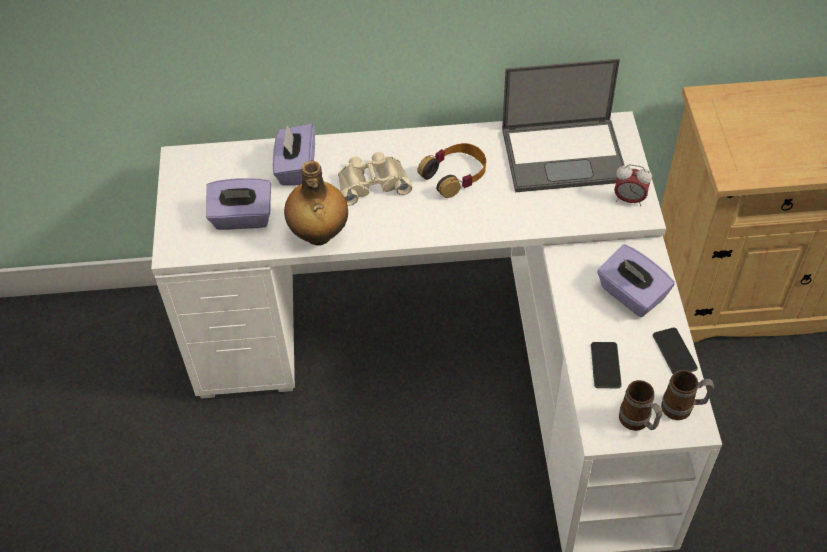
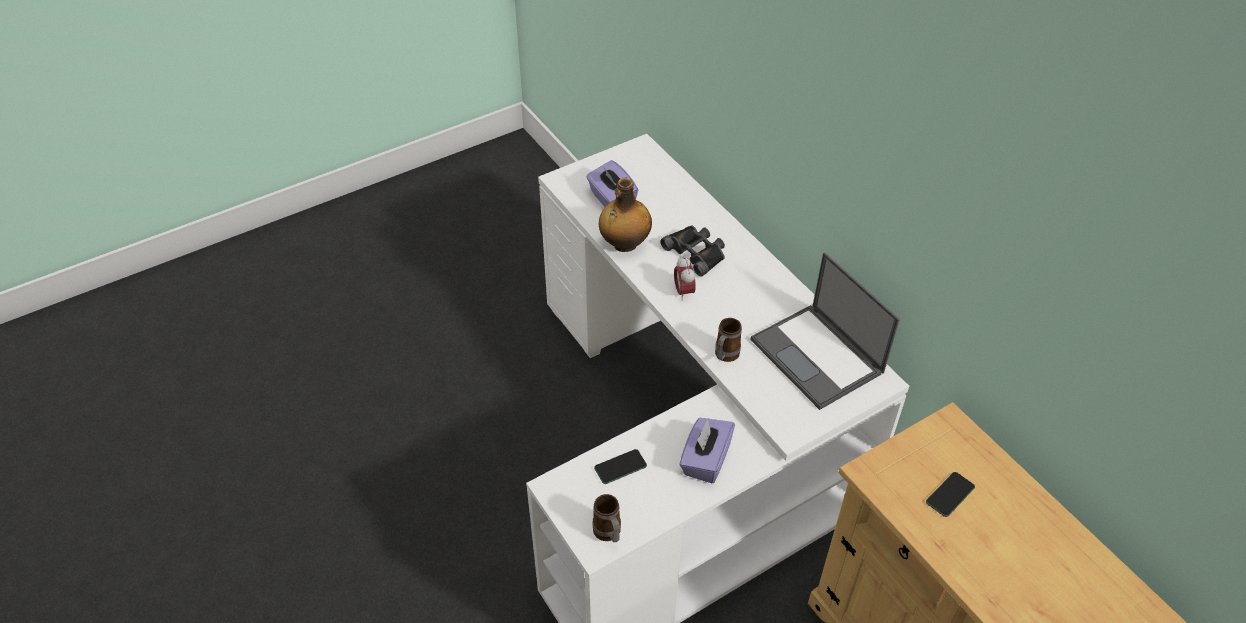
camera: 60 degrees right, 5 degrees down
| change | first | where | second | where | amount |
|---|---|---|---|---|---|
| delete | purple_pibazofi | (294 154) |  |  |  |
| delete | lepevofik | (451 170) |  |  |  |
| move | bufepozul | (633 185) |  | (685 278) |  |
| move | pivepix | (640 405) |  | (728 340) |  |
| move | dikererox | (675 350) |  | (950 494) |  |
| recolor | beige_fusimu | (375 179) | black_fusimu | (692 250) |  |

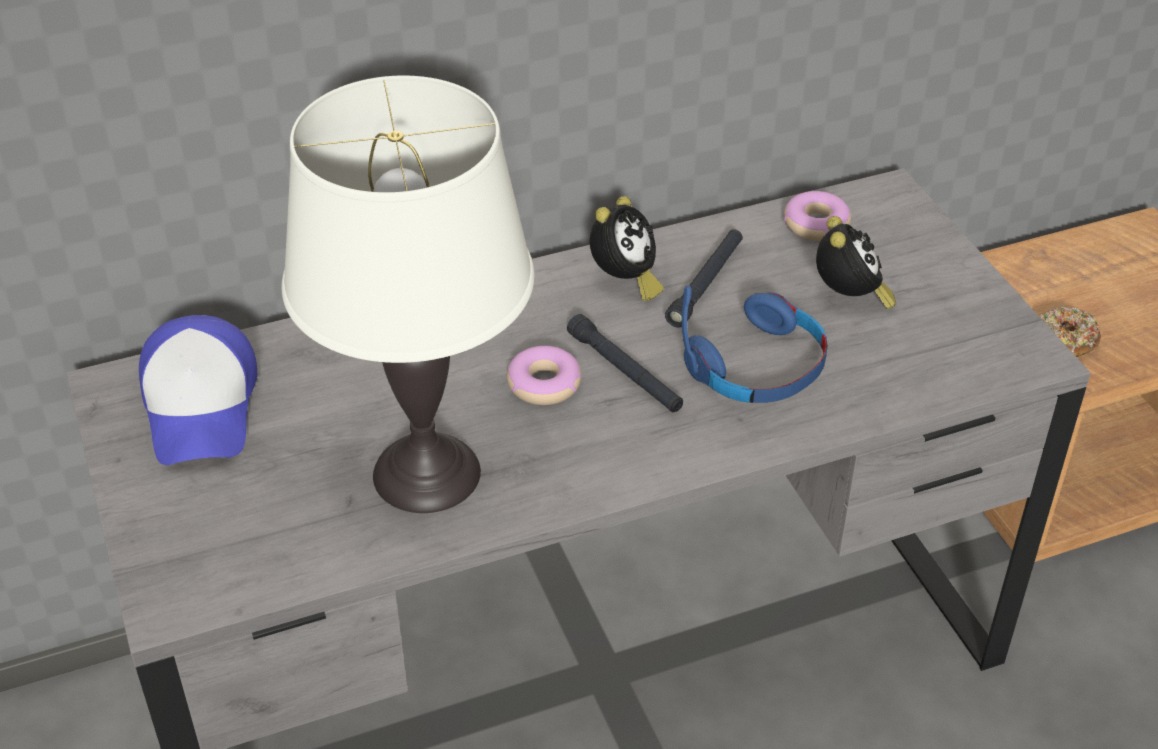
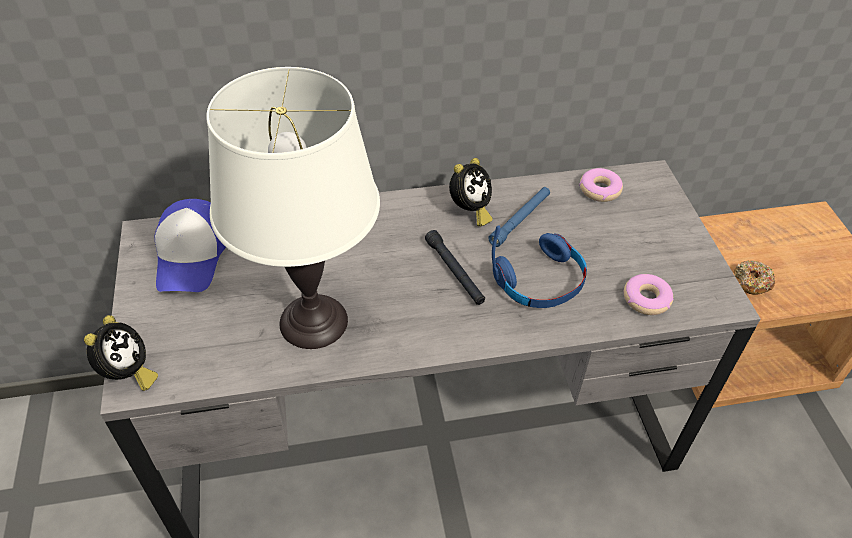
camera: 10 degrees right, 5 degrees up
| change | first | where | second | where | amount |
|---|---|---|---|---|---|
| move | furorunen | (544 375) |  | (648 294) |  |
| move | bufepozul | (856 262) |  | (121 353) |  |
| recolor | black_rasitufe | (704 278) | blue_rasitufe | (519 217) |  |

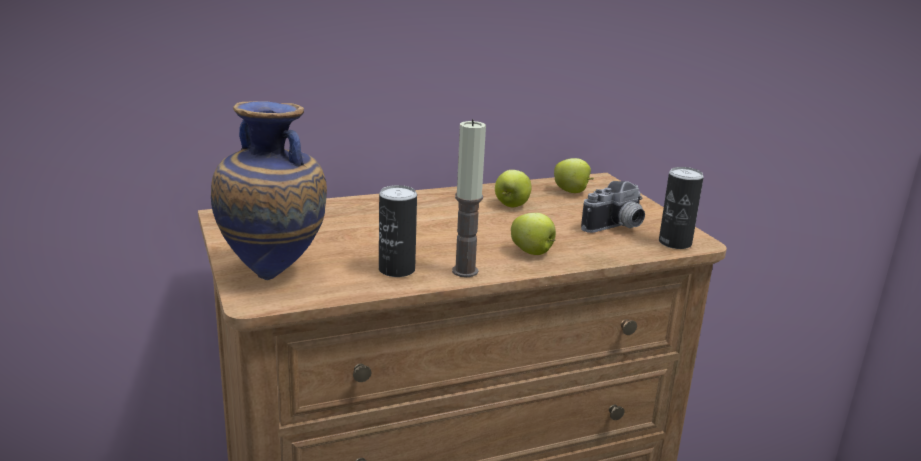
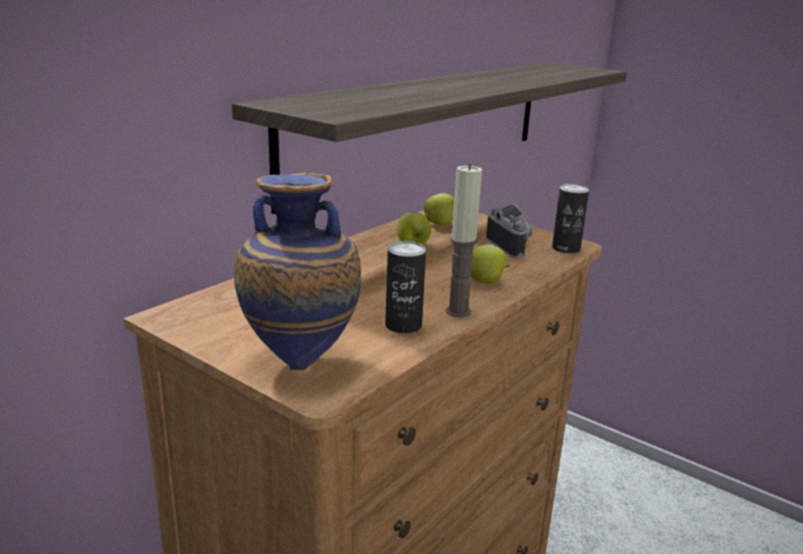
camera: 30 degrees left, 0 degrees up
| change | first | where | second | where | amount |
|---|---|---|---|---|---|
| insert |  |  | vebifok | (429 138) |  |
| rotate | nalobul | (613 207) |  | (509 231) | 45 degrees counterclockwise |

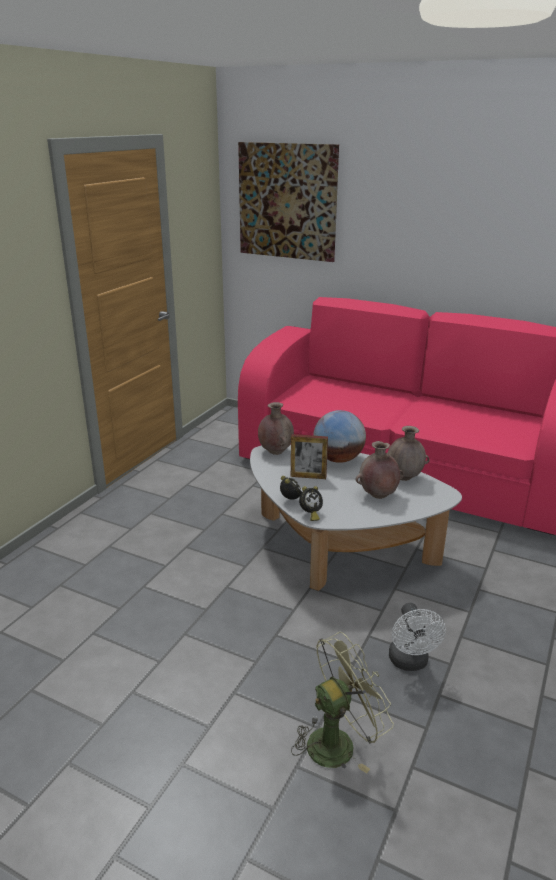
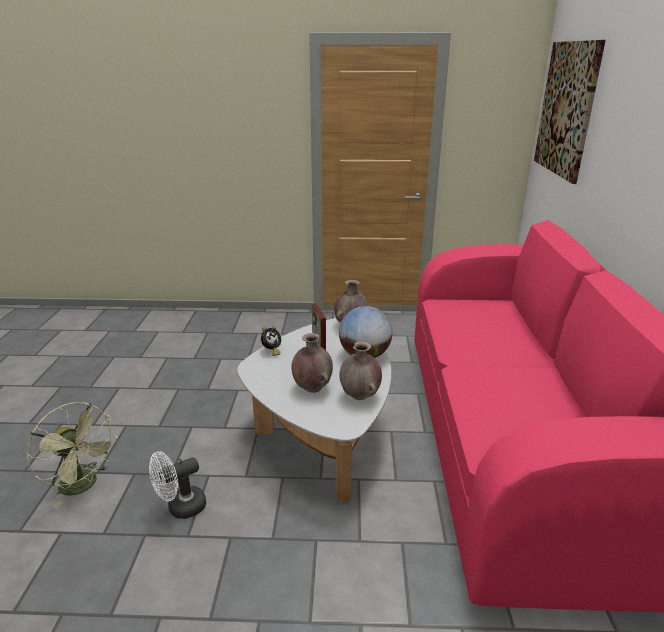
camera: 65 degrees right, 0 degrees up
| change | first | where | second | where | amount |
|---|---|---|---|---|---|
| delete | bufepozul | (311 503) |  |  |  |

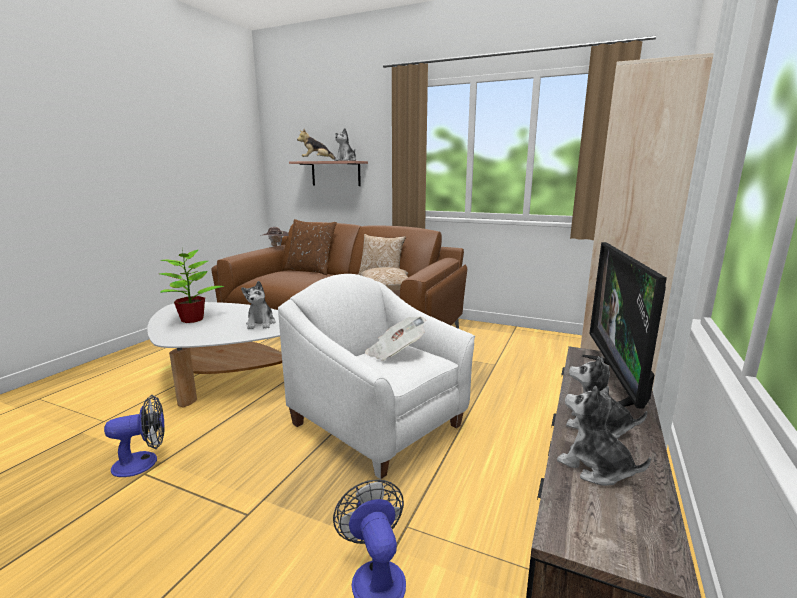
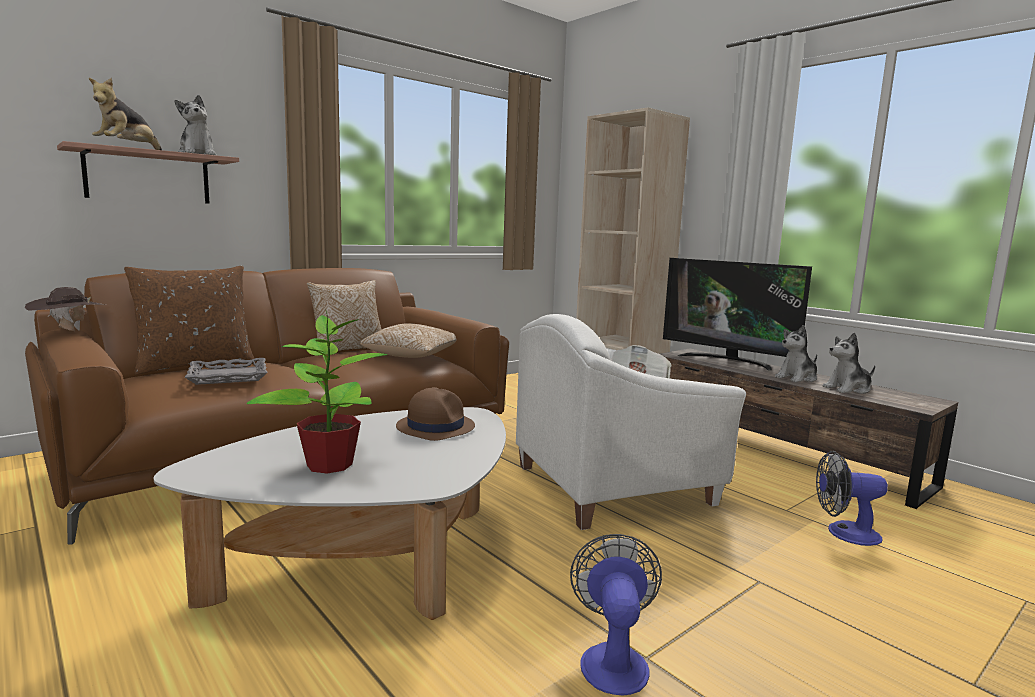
camera: 65 degrees left, 5 degrees down
| change | first | where | second | where | amount |
|---|---|---|---|---|---|
| insert |  |  | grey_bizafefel | (226 371) |  |
| replace | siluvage | (258 305) | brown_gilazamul | (435 414) |  |

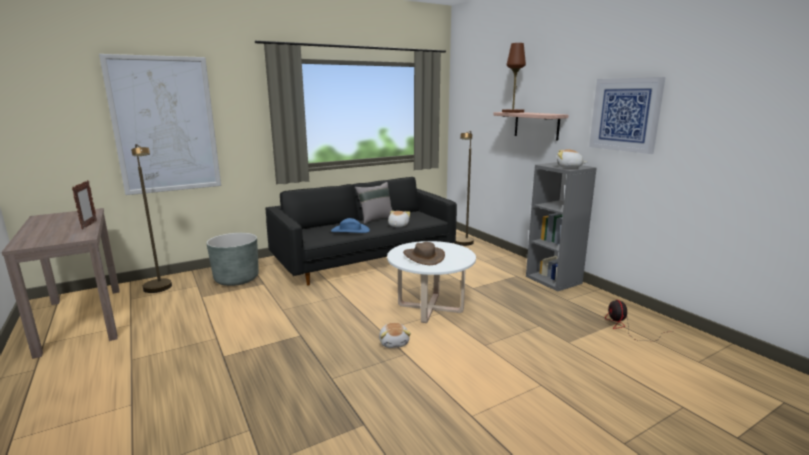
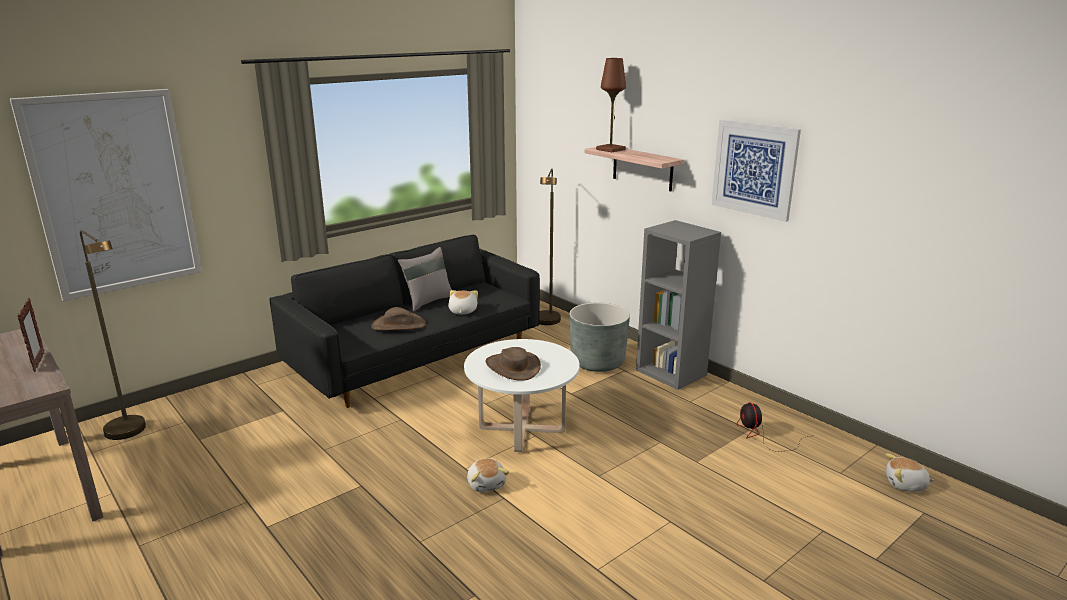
camera: 10 degrees left, 5 degrees up
| change | first | where | second | where | amount |
|---|---|---|---|---|---|
| move | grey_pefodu | (232 259) |  | (599 337) |  |
| move | siluvage | (572 158) |  | (910 473) |  |
| recolor | blue_gilazamul | (350 225) | brown_gilazamul | (398 318) |  |

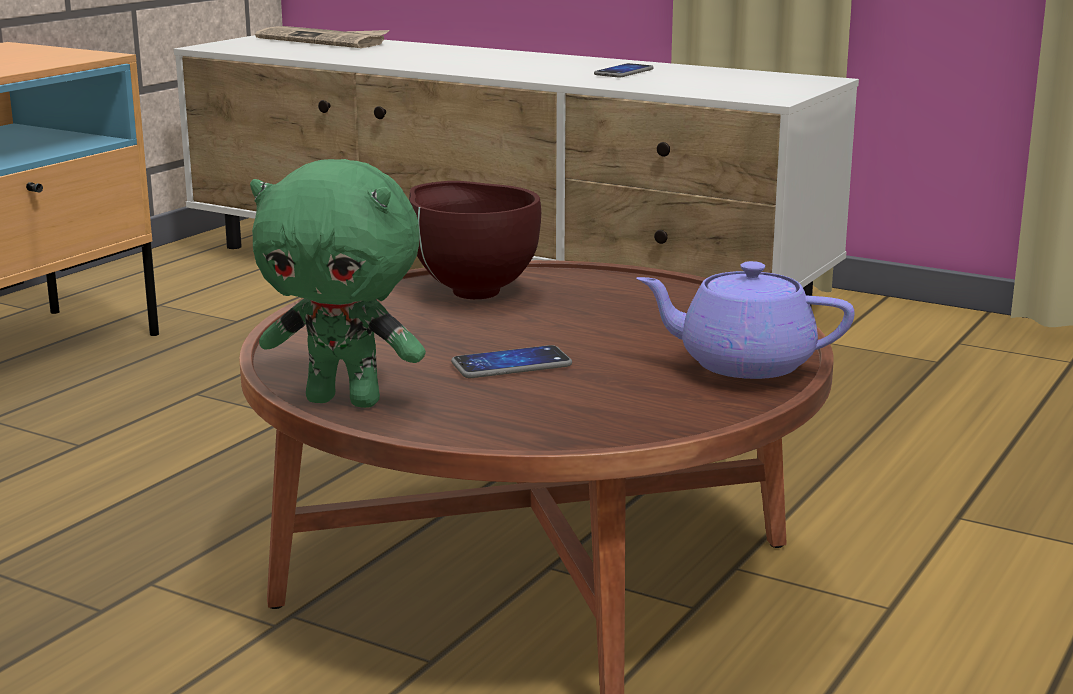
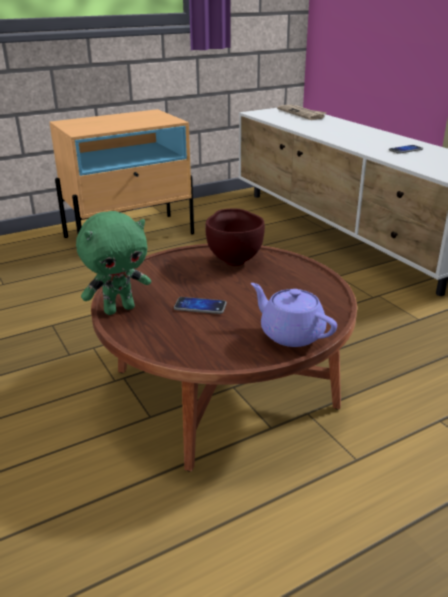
camera: 30 degrees right, 10 degrees up
| change | first | where | second | where | amount |
|---|---|---|---|---|---|
| rotate | green_siluvage | (338 283) |  | (113 263) | 75 degrees counterclockwise |

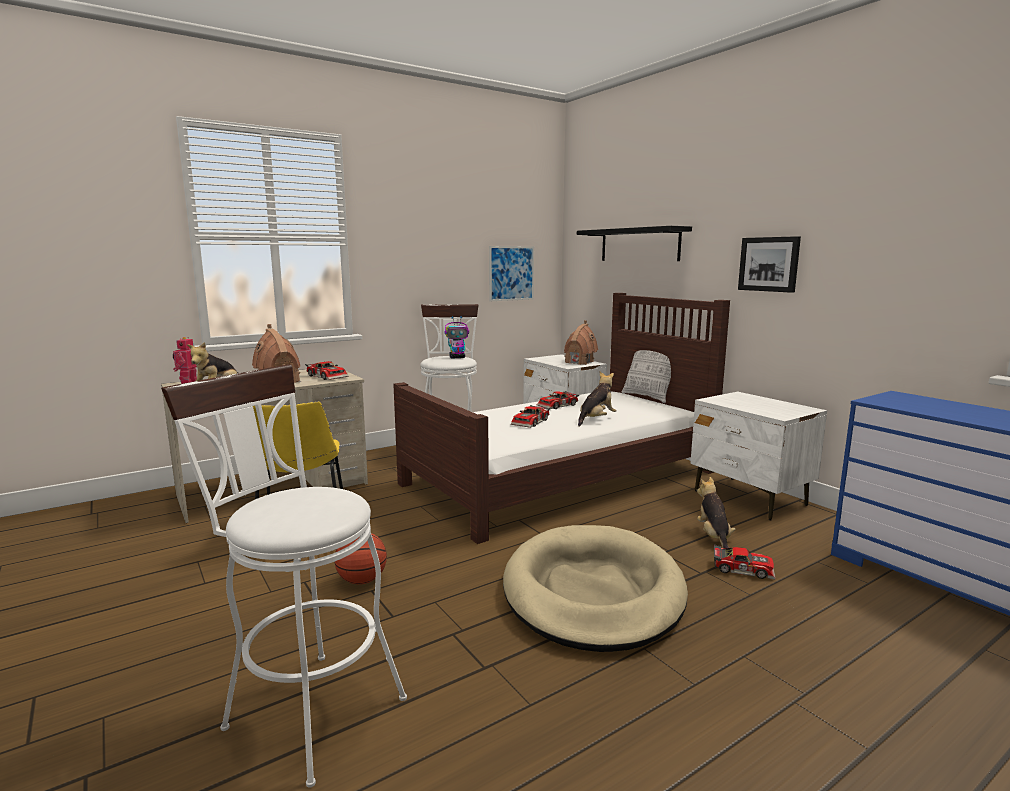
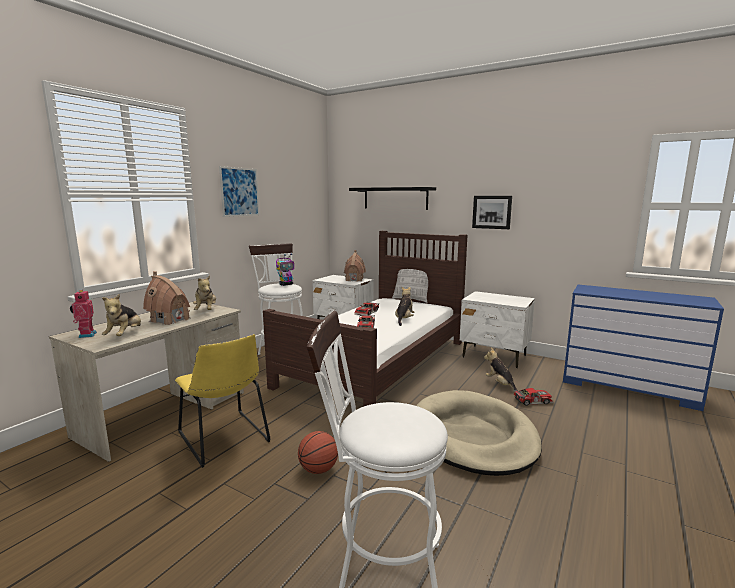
camera: 25 degrees left, 0 degrees up
| change | first | where | second | where | amount |
|---|---|---|---|---|---|
| move | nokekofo | (511 273) |  | (239 191) |  |
| replace | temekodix | (326 370) | siluvage | (204 293) |  |

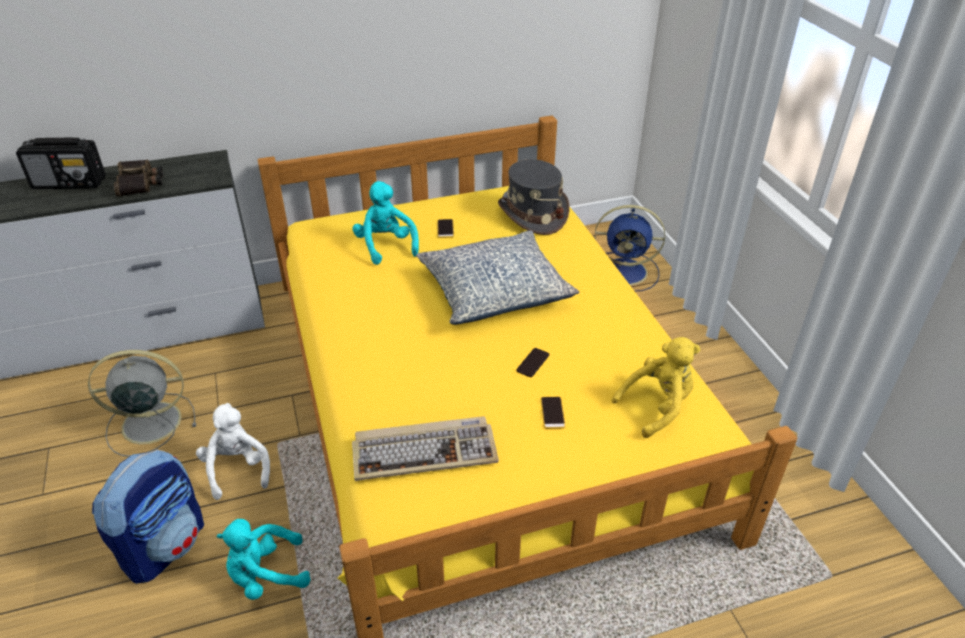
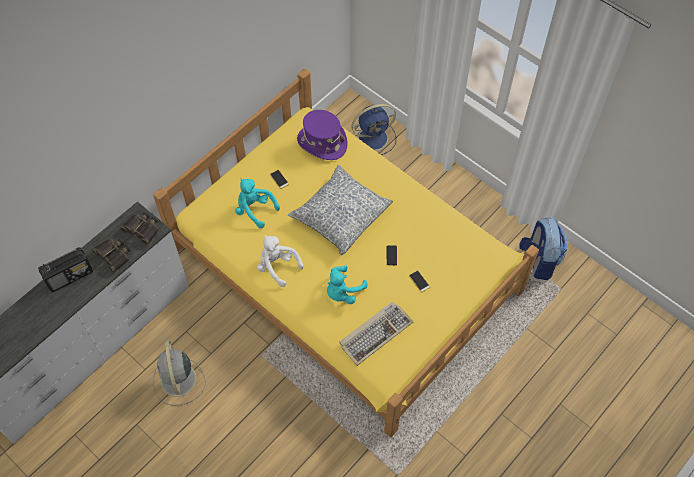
camera: 30 degrees left, 20 degrees up
| change | first | where | second | where | amount |
|---|---|---|---|---|---|
| delete | yellow_siluvage | (655 387) |  |  |  |
| insert |  |  | fusimu | (139 228) |  |
| move | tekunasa | (148 517) |  | (543 248) |  |
| move | white_siluvage | (233 451) |  | (280 261) |  |
| move | turquoise_siluvage | (263 559) |  | (347 285) |  |
| recolor | grey_gilazamul | (534 197) | purple_gilazamul | (322 135) |  |
| rotate | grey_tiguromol | (142 403) |  | (179 373) | 60 degrees counterclockwise |

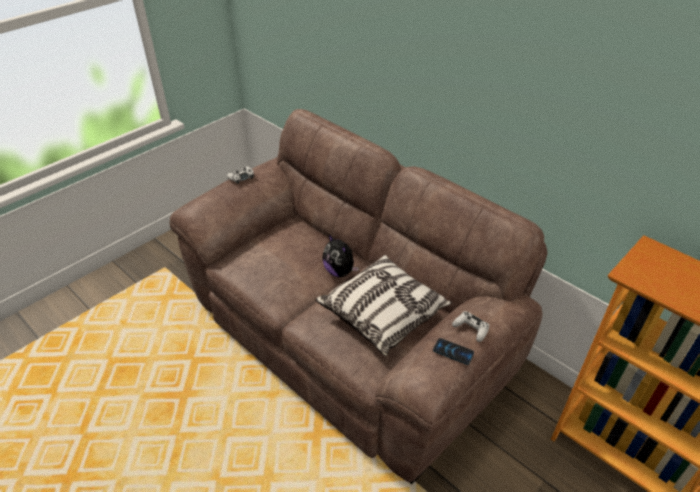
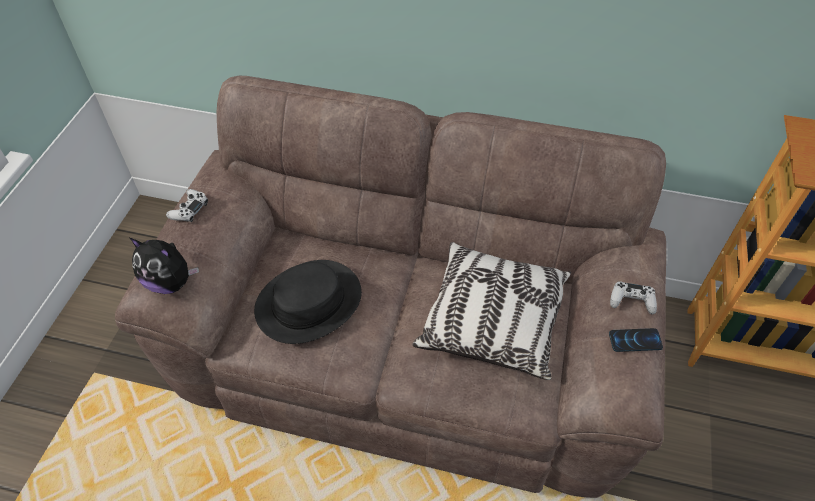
camera: 30 degrees left, 10 degrees up
| change | first | where | second | where | amount |
|---|---|---|---|---|---|
| insert |  |  | black_gilazamul | (308 302) |  |
| move | siluvage | (340 255) |  | (164 266) |  |

